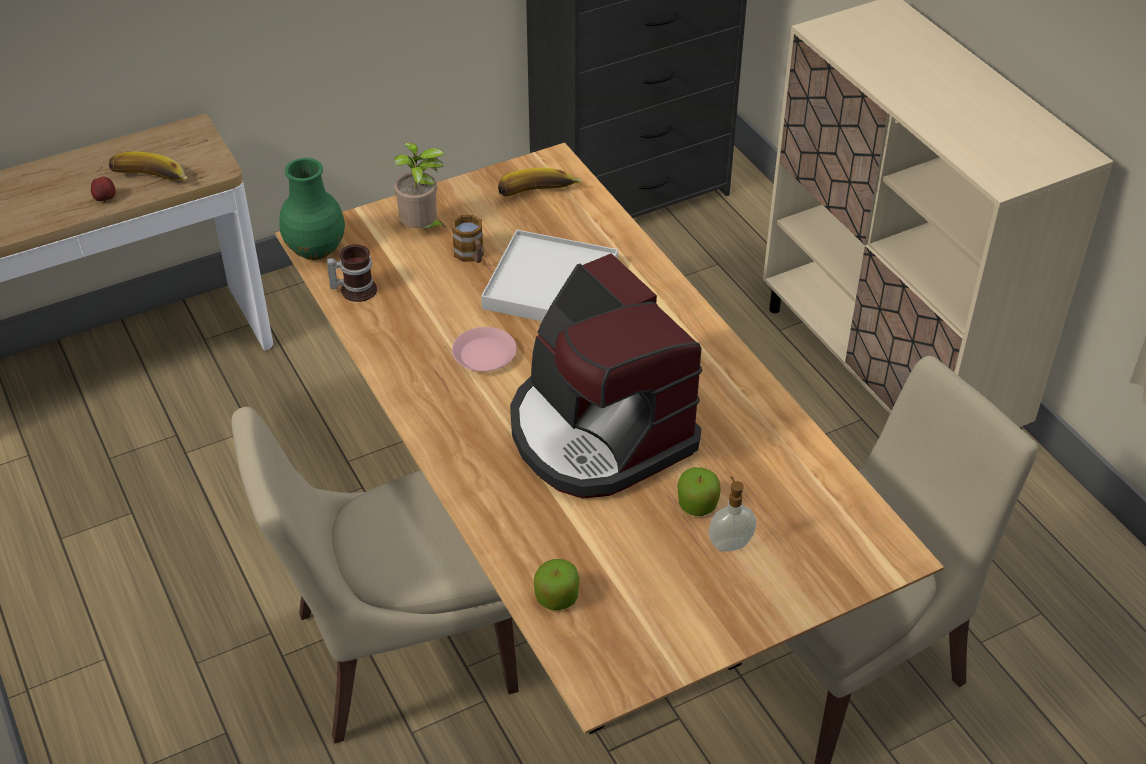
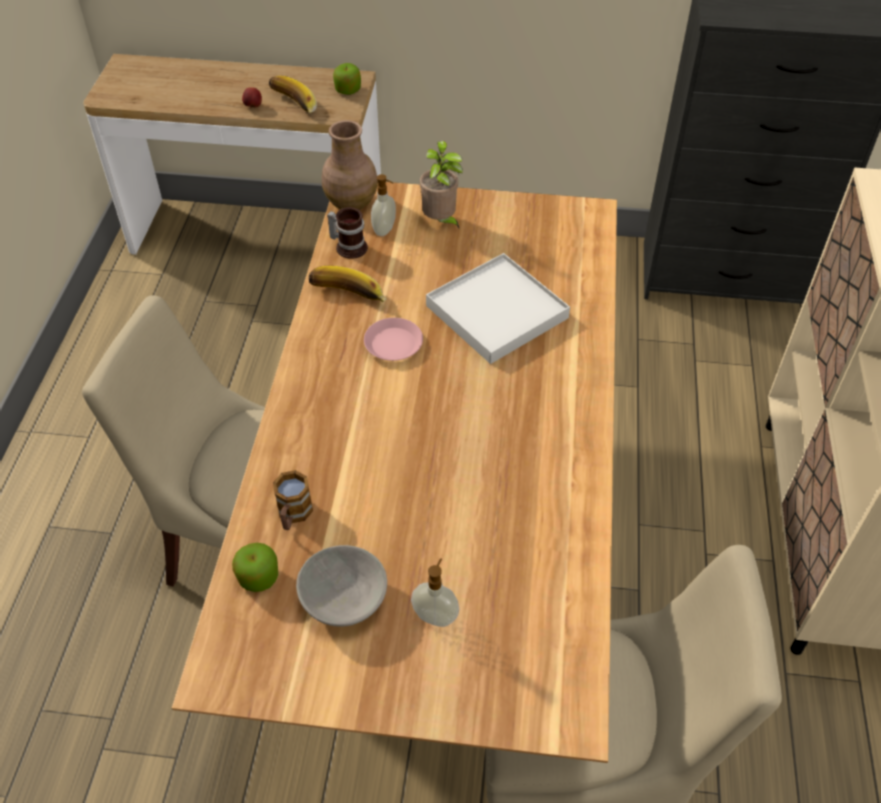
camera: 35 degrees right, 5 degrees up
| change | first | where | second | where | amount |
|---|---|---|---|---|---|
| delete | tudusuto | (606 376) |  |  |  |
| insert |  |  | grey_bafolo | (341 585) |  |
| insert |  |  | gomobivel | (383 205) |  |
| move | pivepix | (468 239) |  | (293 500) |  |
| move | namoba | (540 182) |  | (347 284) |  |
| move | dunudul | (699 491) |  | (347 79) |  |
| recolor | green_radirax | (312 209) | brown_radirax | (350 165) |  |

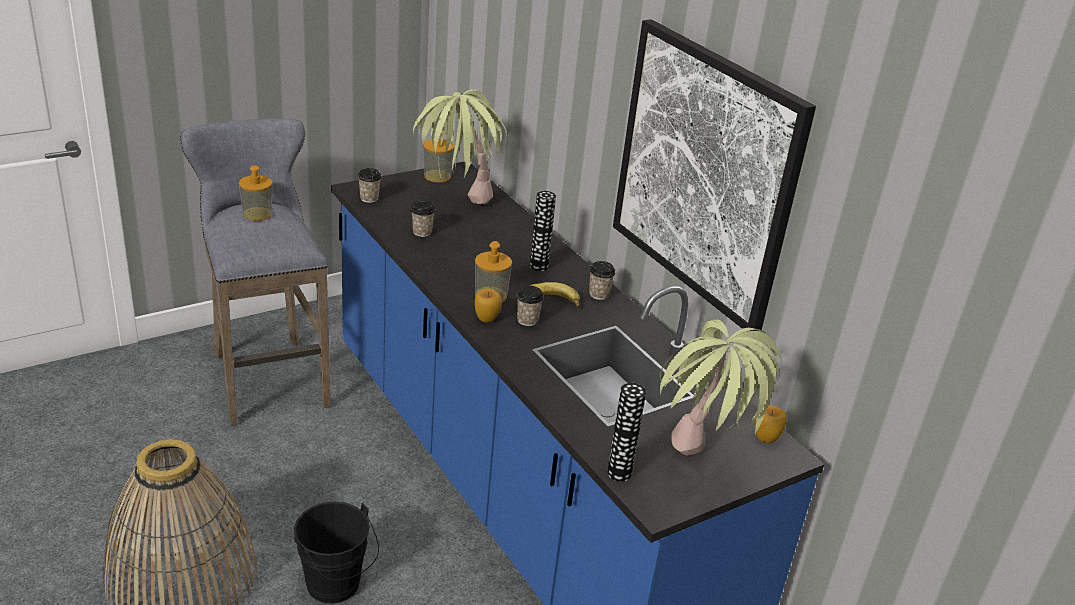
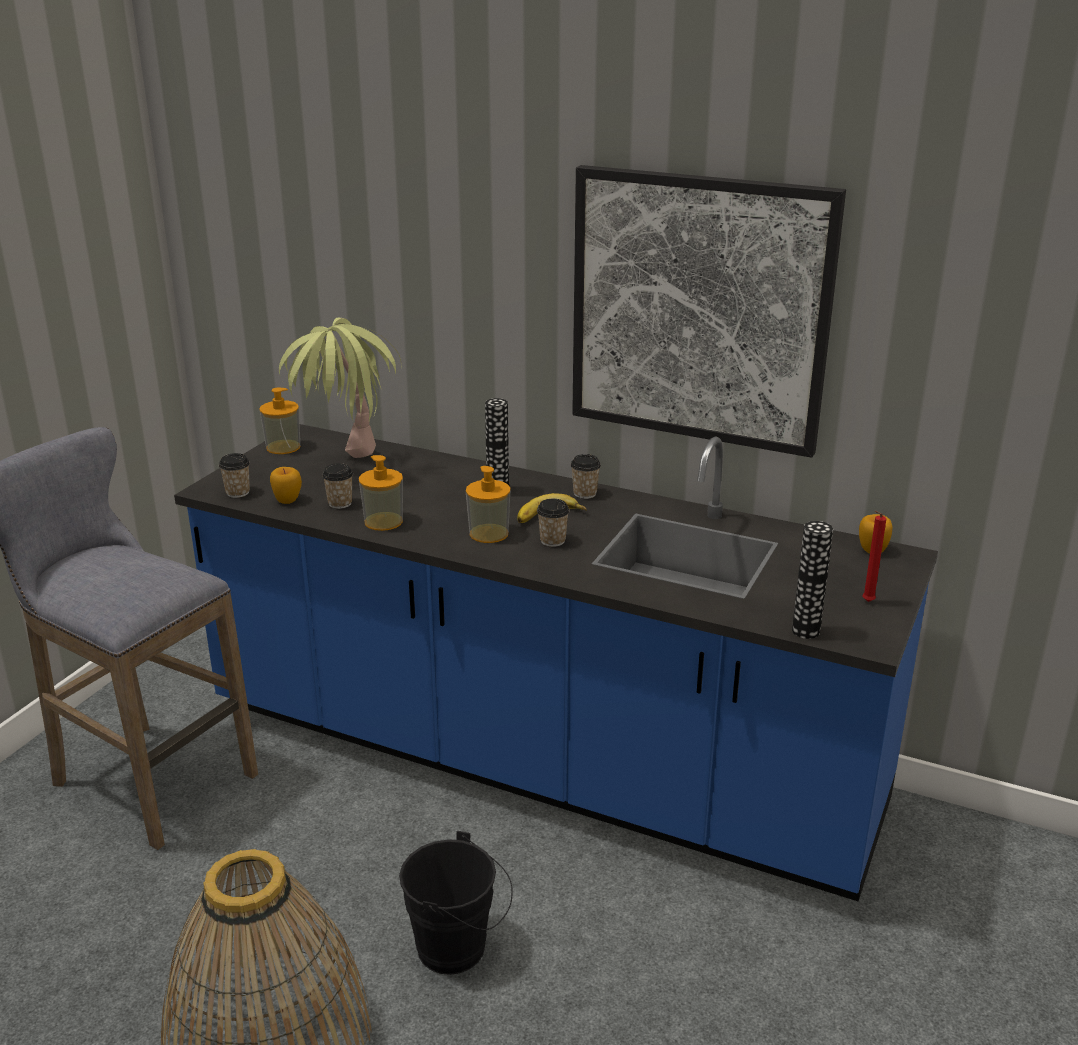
camera: 30 degrees left, 5 degrees down
| change | first | where | second | where | amount |
|---|---|---|---|---|---|
| move | gomobivel | (255 193) |  | (381 493) |  |
| move | dunudul | (488 305) |  | (286 485) |  |
| replace | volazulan | (721 387) | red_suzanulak | (874 556) |  |

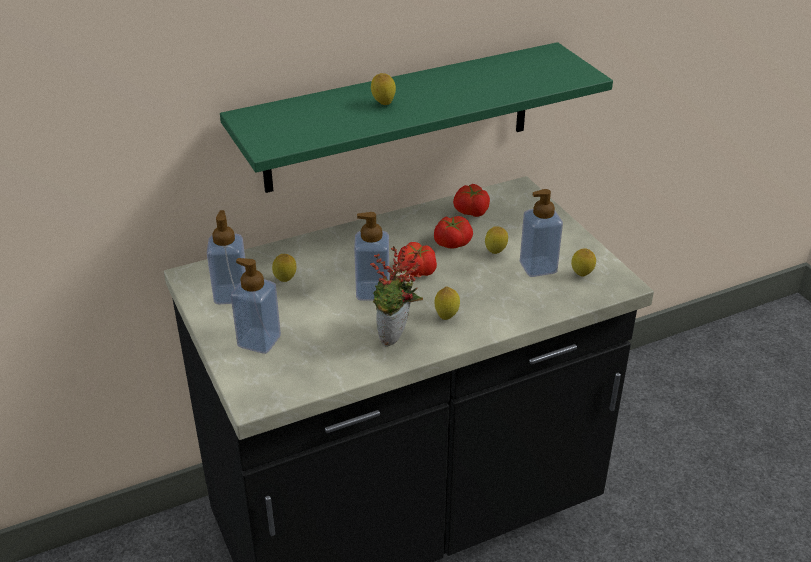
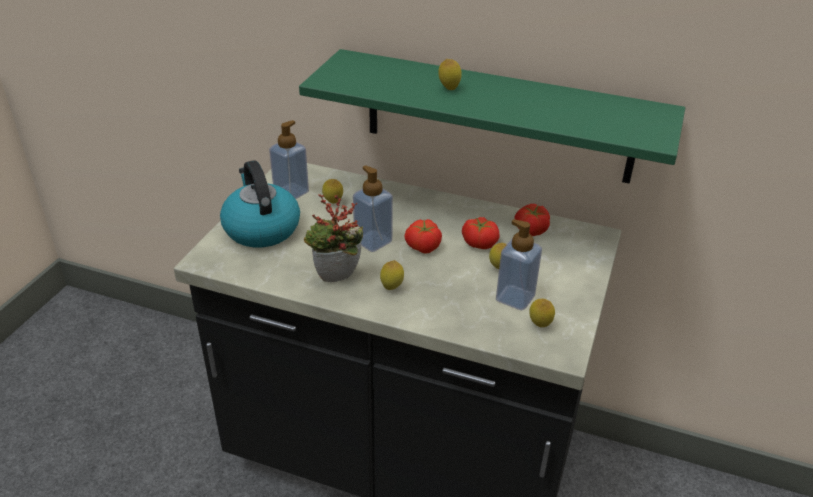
camera: 45 degrees right, 0 degrees up
| change | first | where | second | where | amount |
|---|---|---|---|---|---|
| replace | gomobivel | (256 306) | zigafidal | (260 204) |  |

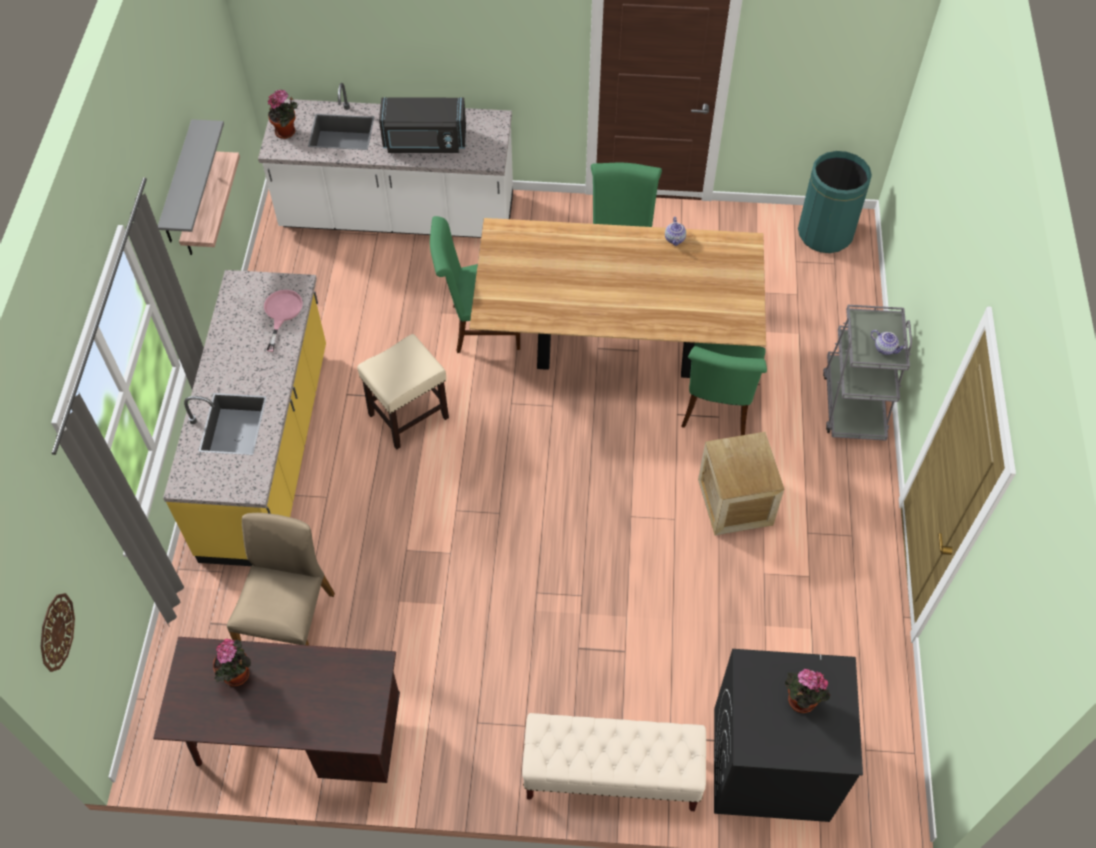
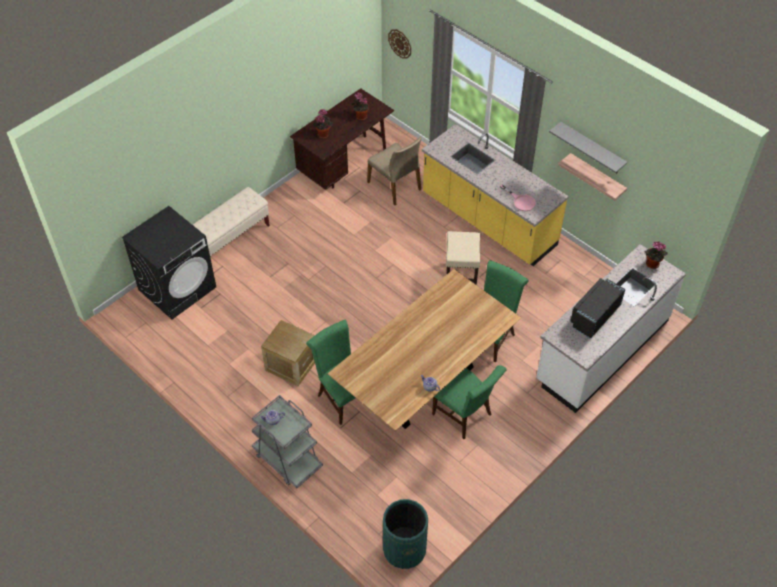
camera: 130 degrees right, 5 degrees down
| change | first | where | second | where | amount |
|---|---|---|---|---|---|
| move | volazulan | (808 691) |  | (323 124) |  |

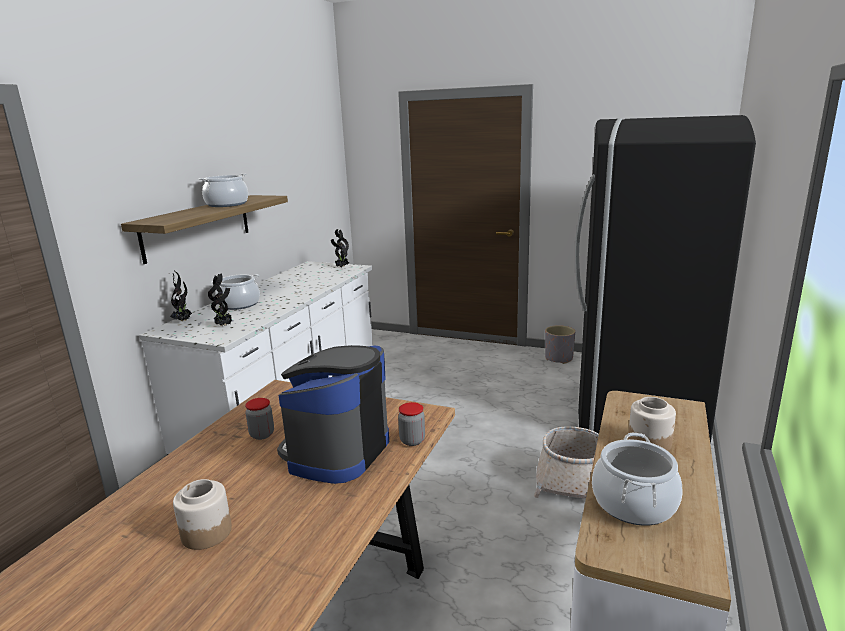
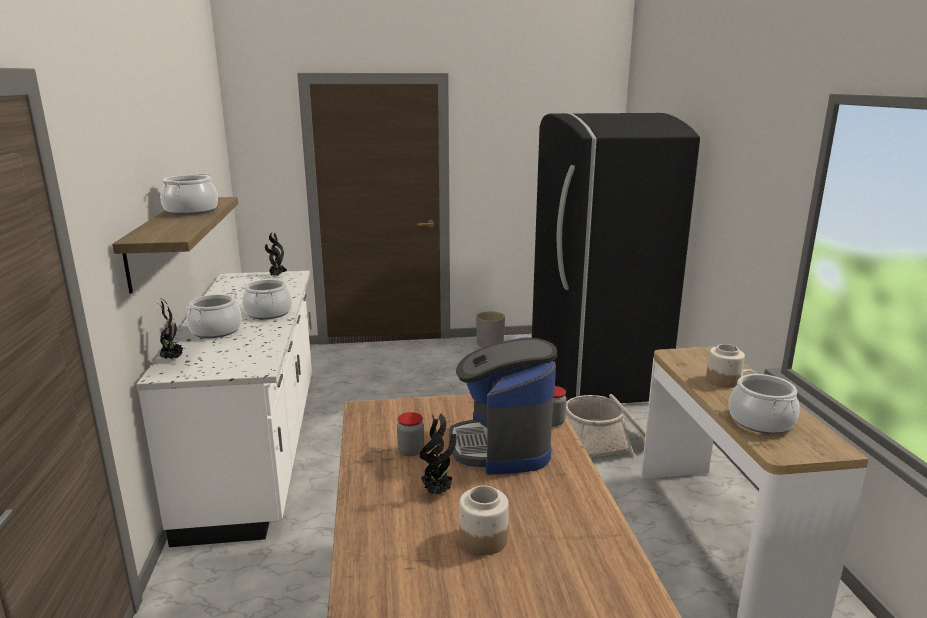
camera: 30 degrees left, 0 degrees up
| change | first | where | second | where | amount |
|---|---|---|---|---|---|
| insert |  |  | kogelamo | (267 298) |  |
| move | volazulan | (220 299) |  | (438 454) |  |

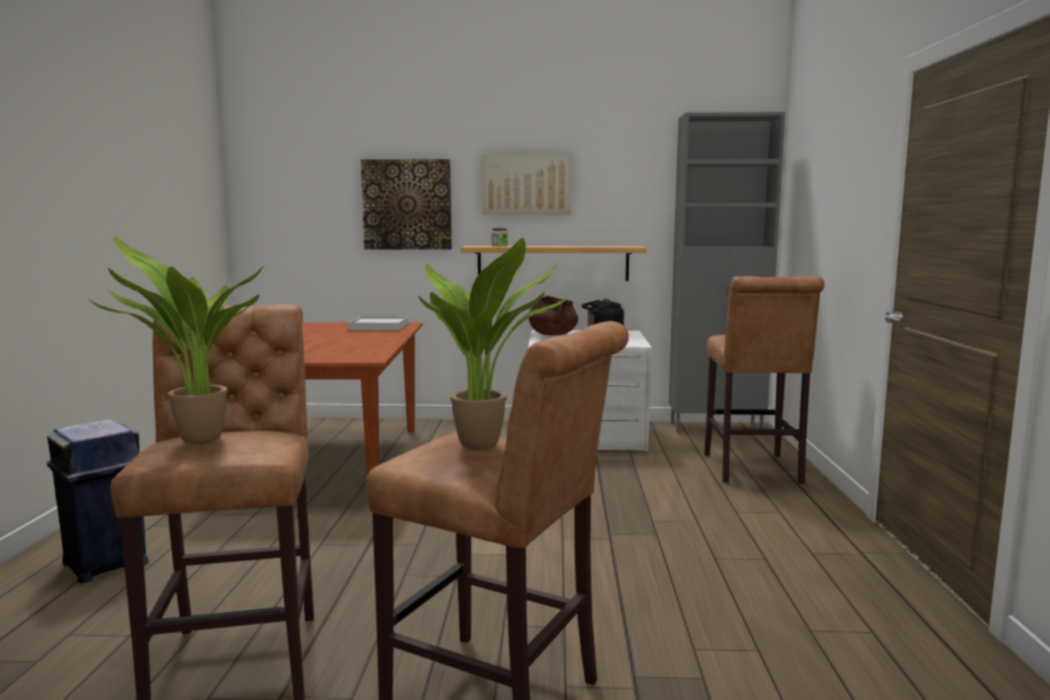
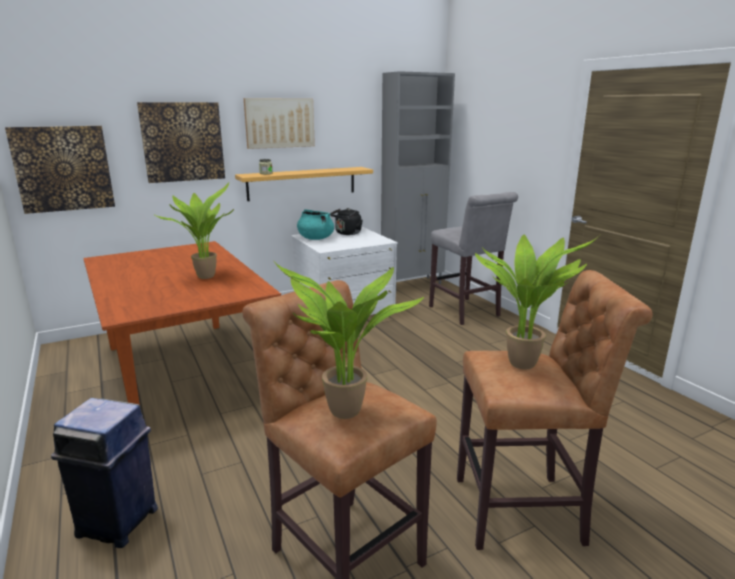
camera: 30 degrees left, 10 degrees up
| change | first | where | second | where | amount |
|---|---|---|---|---|---|
| delete | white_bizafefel | (378 323) |  |  |  |
| insert |  |  | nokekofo | (60 170) |  |
| insert |  |  | volazulan | (193 231) |  |
| recolor | brown_kogelamo | (553 315) | turquoise_kogelamo | (315 224) |  |
| recolor | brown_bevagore | (764 380) | grey_bevagore | (473 258) |  |

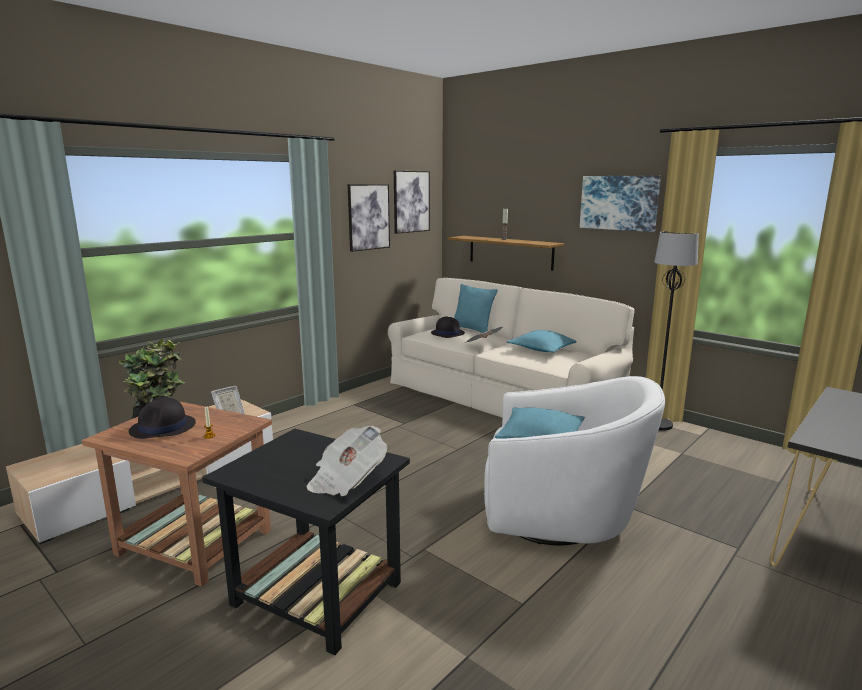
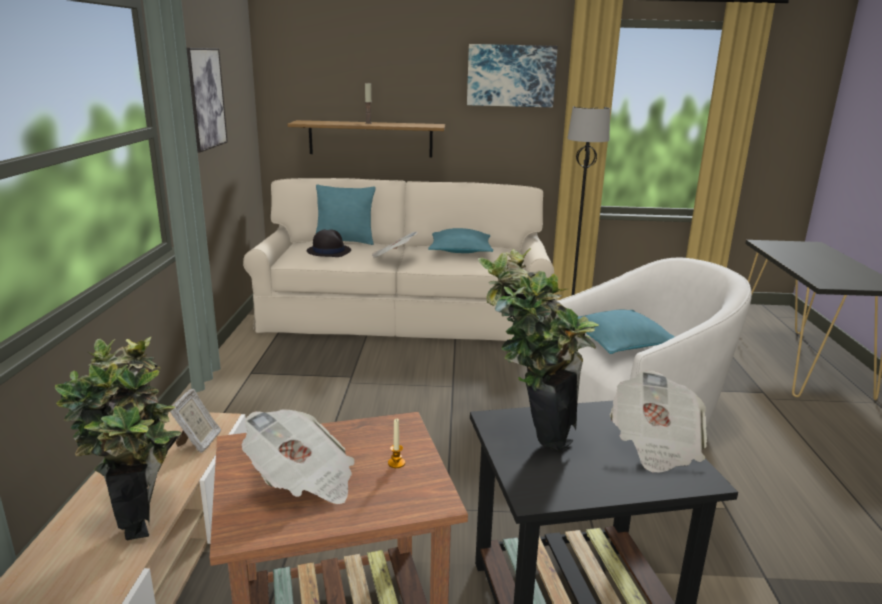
camera: 40 degrees left, 5 degrees up
| change | first | where | second | where | amount |
|---|---|---|---|---|---|
| delete | nokekofo | (412 202) |  |  |  |
| insert |  |  | volazulan | (538 350) |  |
| replace | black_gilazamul | (162 418) | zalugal | (297 456) |  |

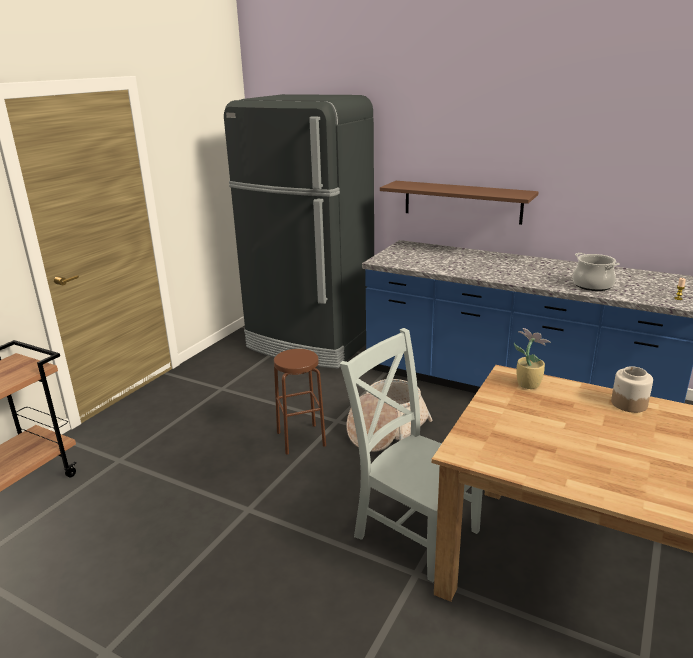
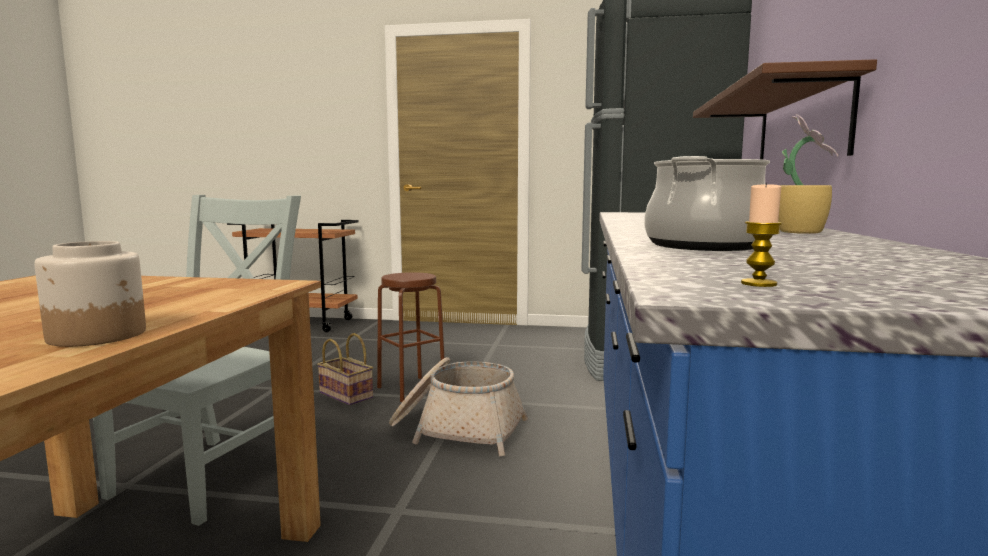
camera: 70 degrees right, 15 degrees down
| change | first | where | second | where | amount |
|---|---|---|---|---|---|
| insert |  |  | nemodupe | (345 369) |  |
| move | volazulan | (532 358) |  | (808 174) |  |

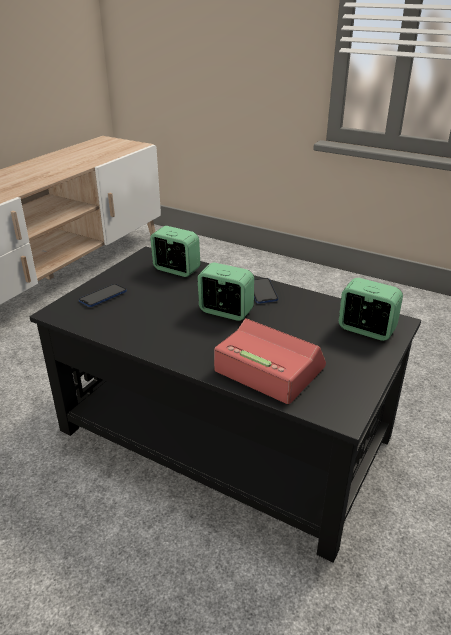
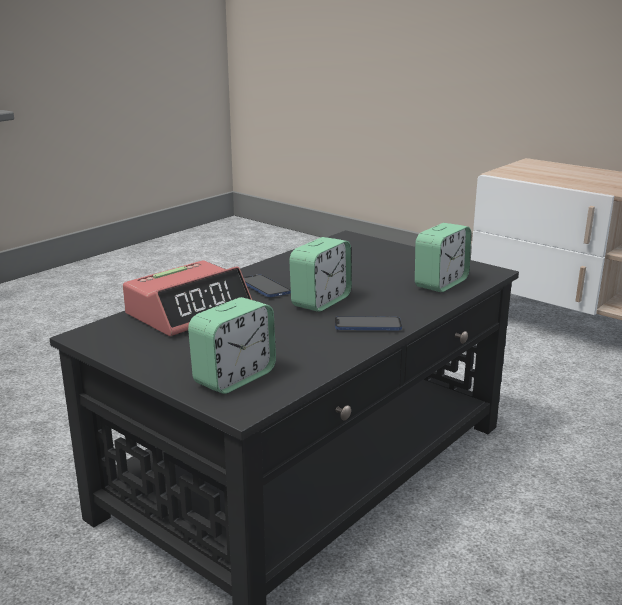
camera: 100 degrees right, 10 degrees down
| change | first | where | second | where | amount |
|---|---|---|---|---|---|
| move | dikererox | (103 295) |  | (267 286) |  |

